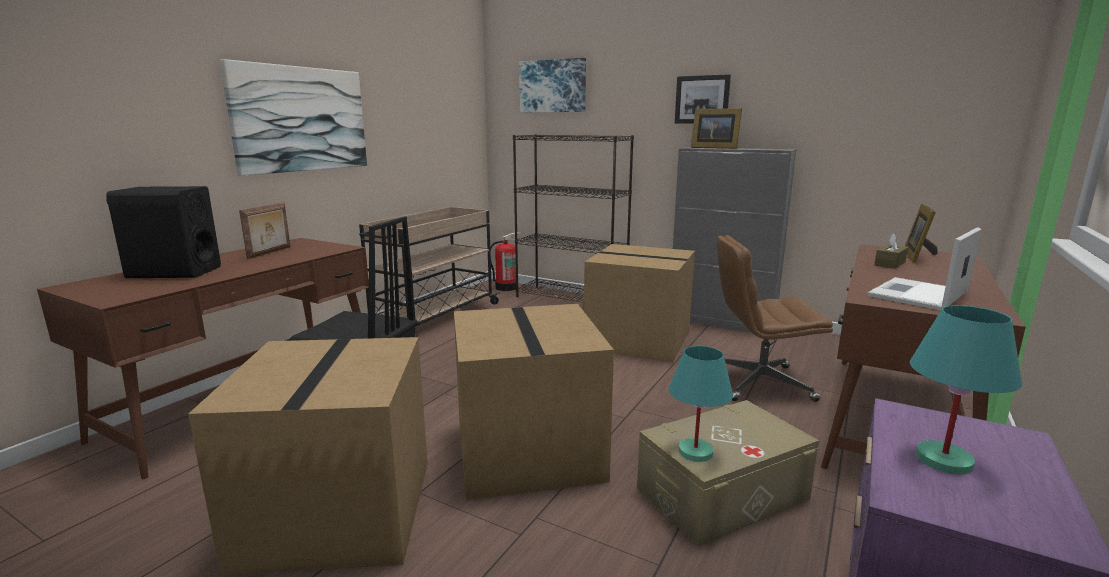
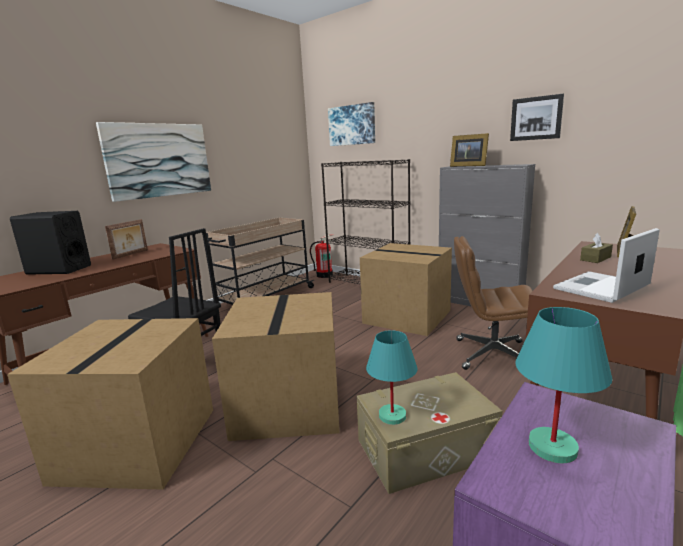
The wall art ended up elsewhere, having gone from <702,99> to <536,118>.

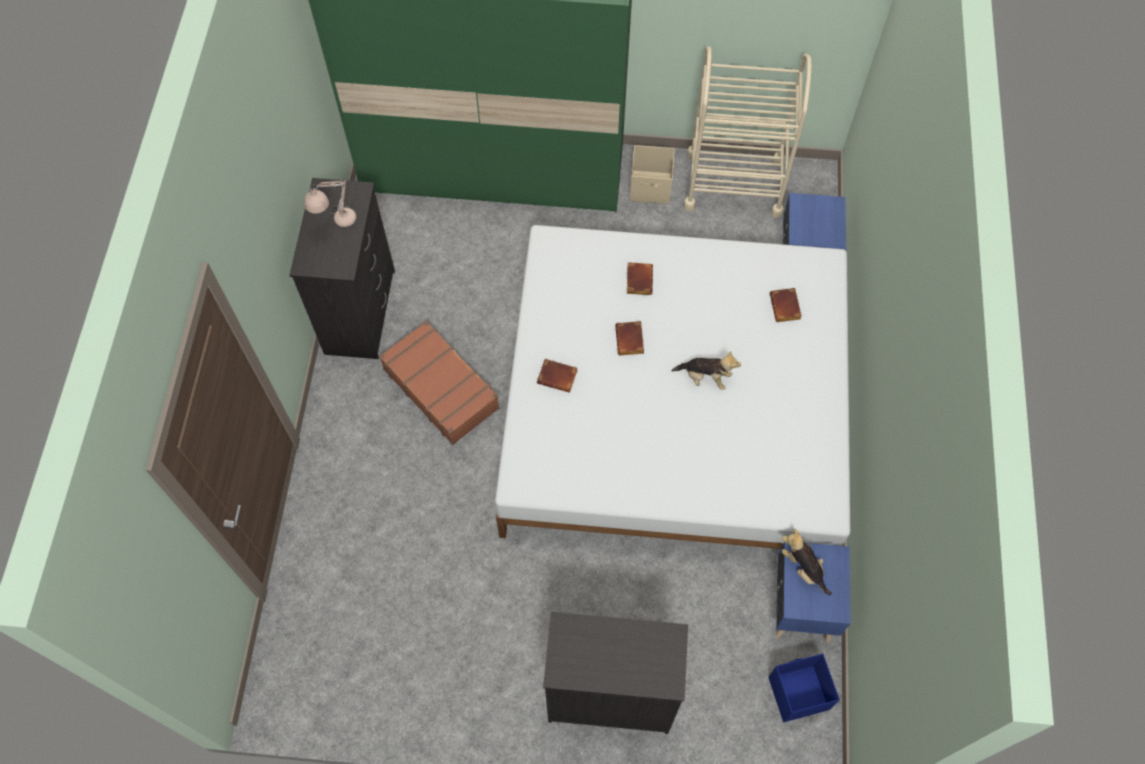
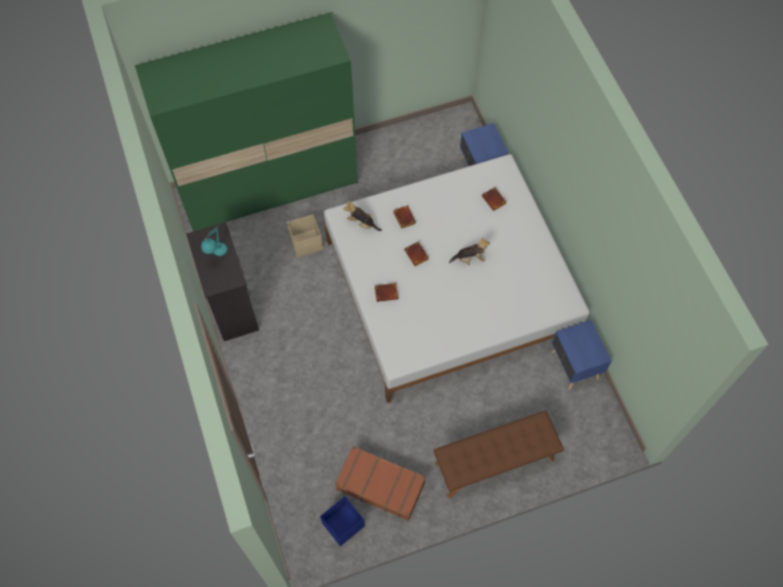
What was the beige-coloured table lamp at <336,225> turned into the blue-green table lamp at <217,256>. The brownish piece of luggage ended up elsewhere, having gone from <441,388> to <380,485>. Where the blackish dresser stood at <609,695>, the brownish bench came to stand at <494,462>. The beige-coloured storage container ended up elsewhere, having gone from <651,188> to <306,243>. The second view lost the beige-coloured cart at <733,183>. The blue storage container ended up elsewhere, having gone from <797,693> to <342,525>. The plush toy ended up elsewhere, having gone from <803,568> to <362,223>.

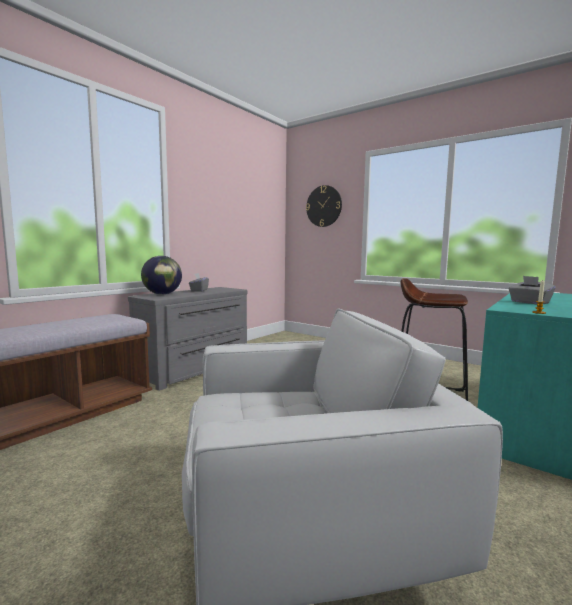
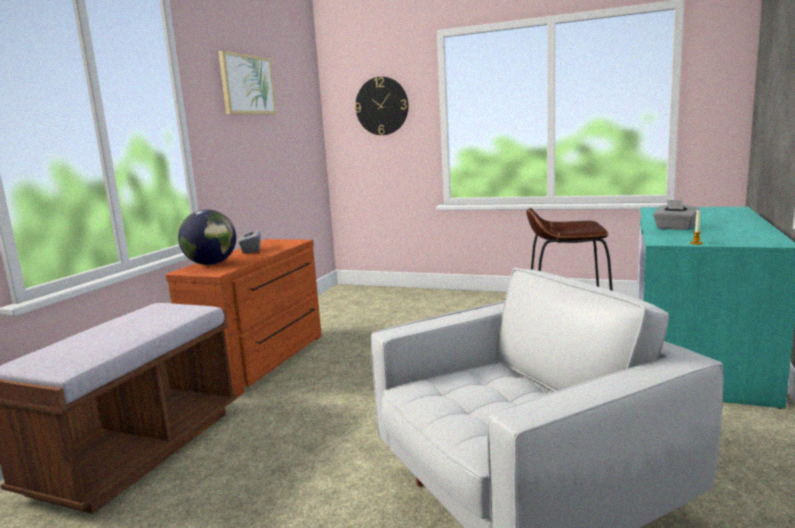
What was the grey dresser at <196,370> turned into the brownish dresser at <263,361>. The second view gained the wall art at <247,85>.

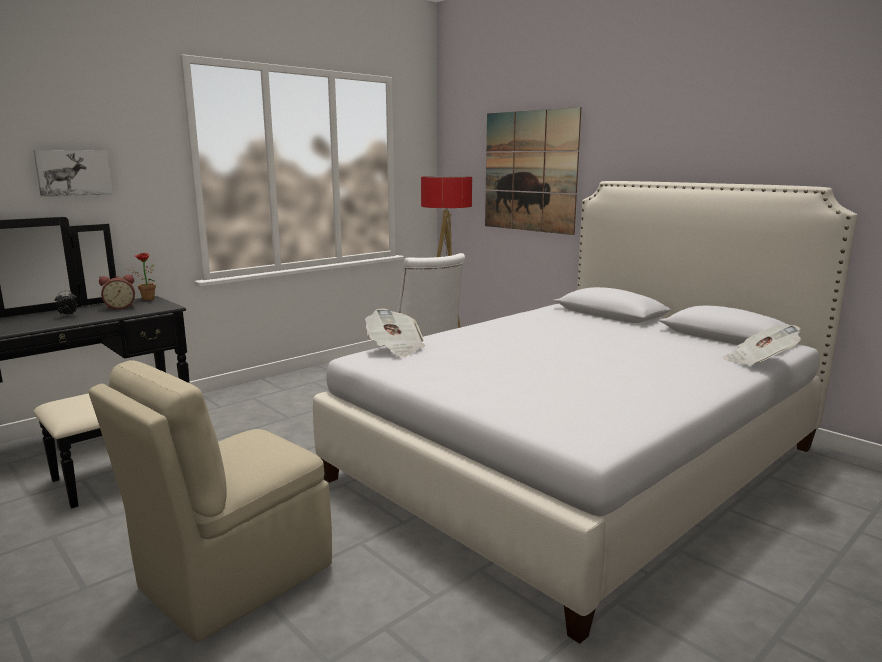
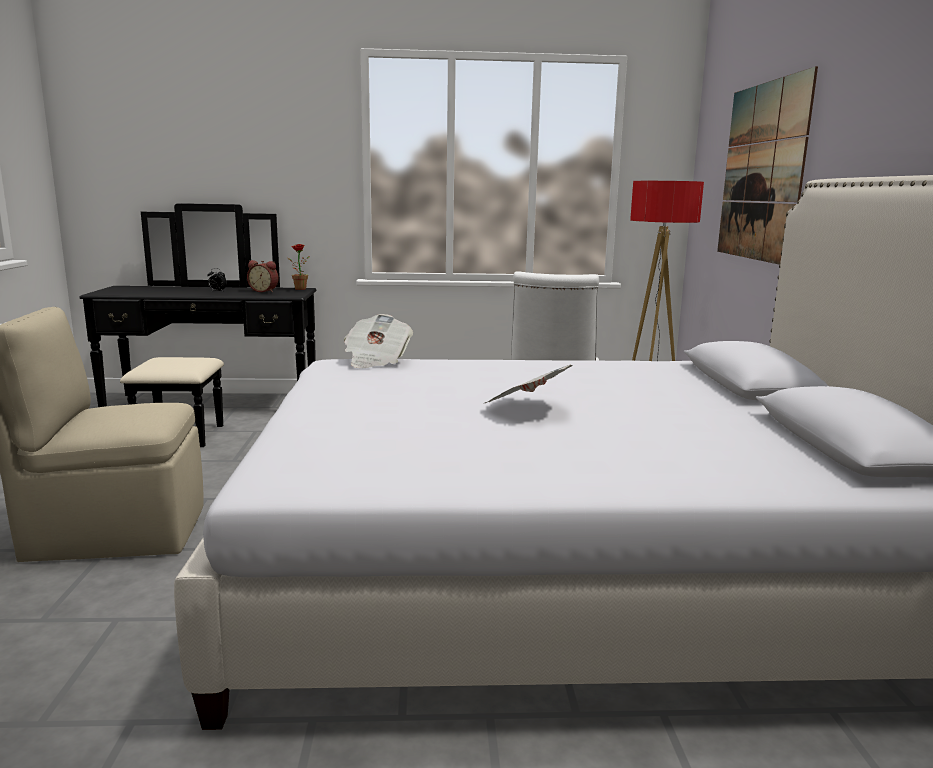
The second view lost the wall art at <73,173>. The newspaper ended up elsewhere, having gone from <759,362> to <526,407>.

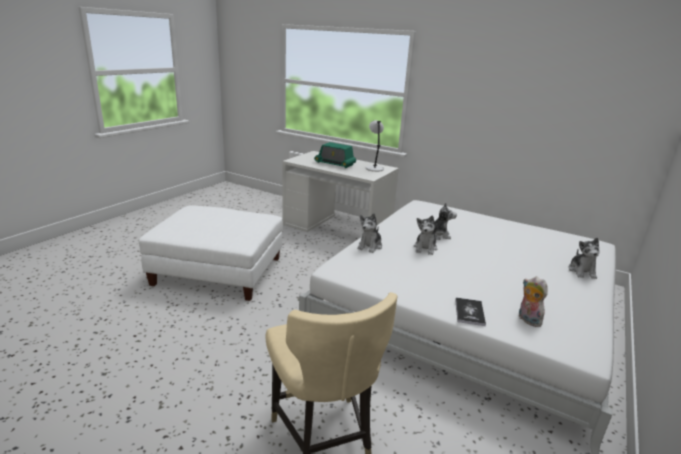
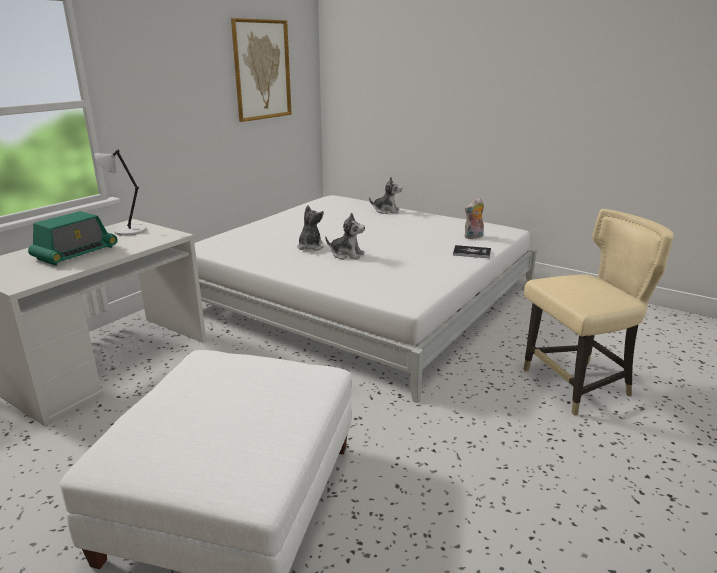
The second view lost the plush toy at <370,246>. The second view gained the wall art at <261,70>.

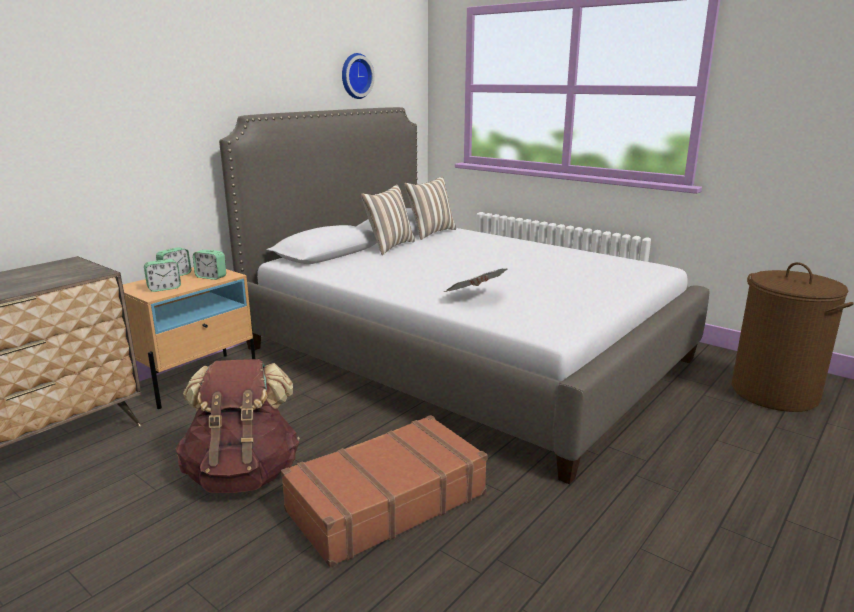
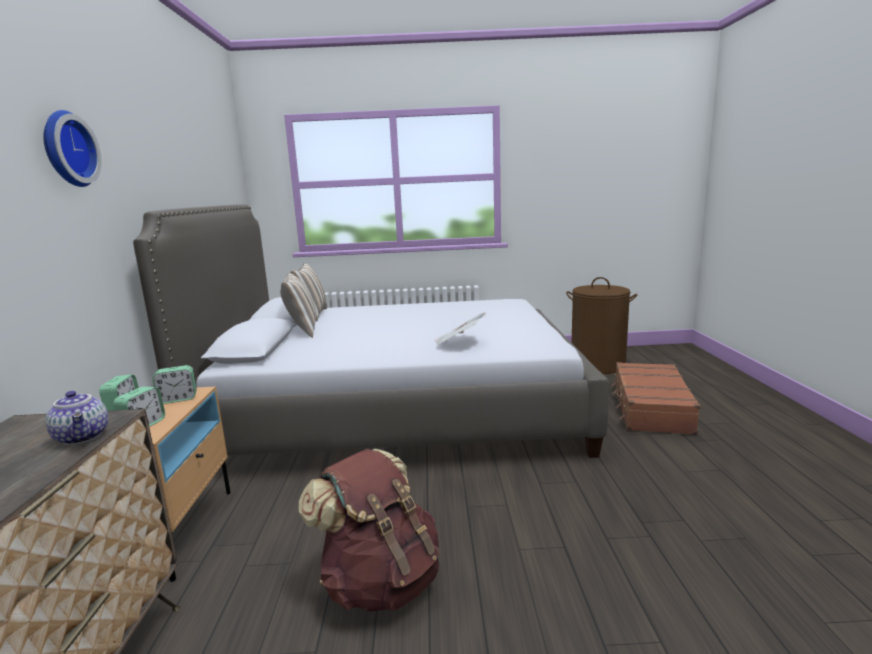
The brownish piece of luggage ended up elsewhere, having gone from <385,502> to <650,408>. The wall clock ended up elsewhere, having gone from <355,76> to <66,149>. The second view gained the tea pot at <83,437>.

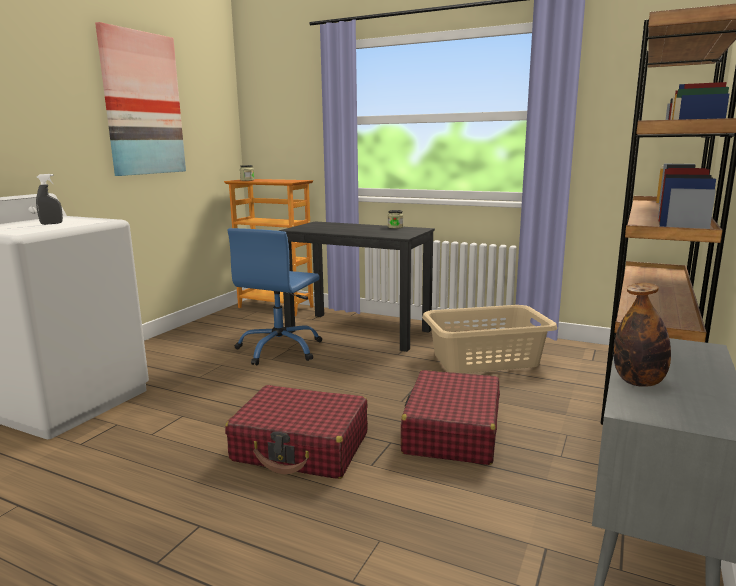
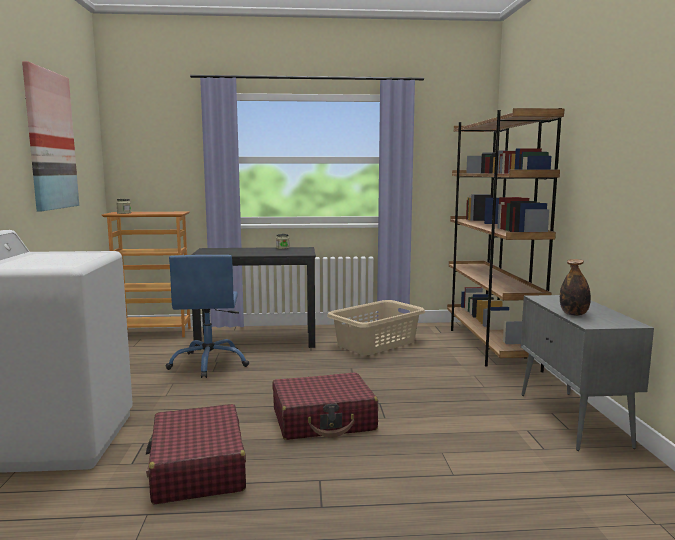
The second view lost the grey sprayer at <51,224>. The red piece of luggage ended up elsewhere, having gone from <452,431> to <198,468>.

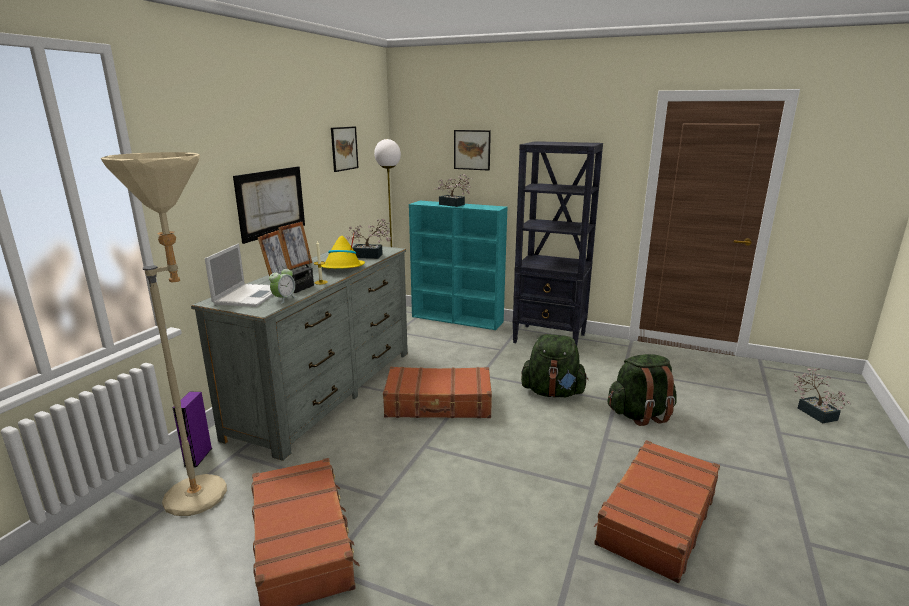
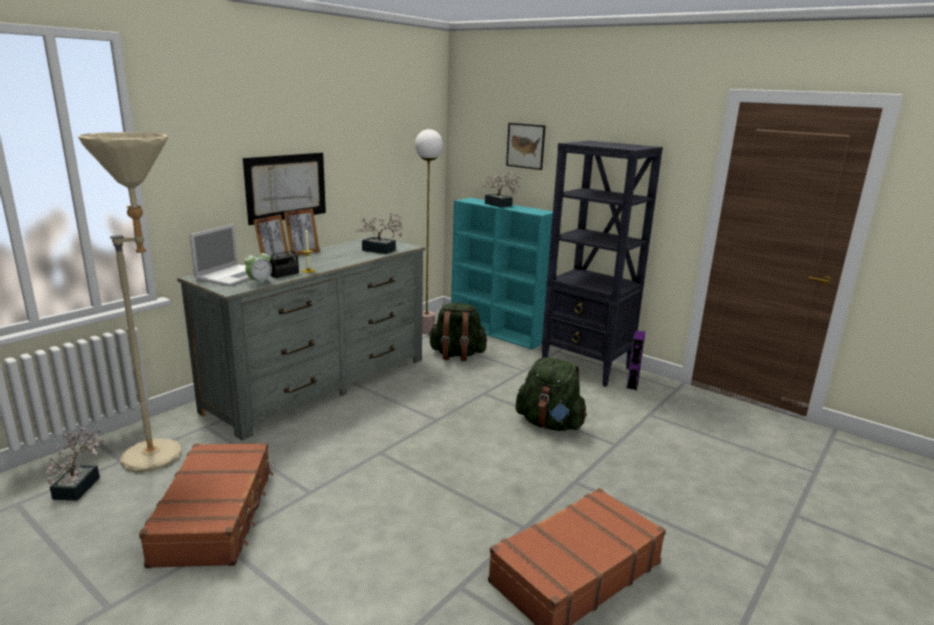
The purple-coloured loudspeaker ended up elsewhere, having gone from <198,457> to <632,384>. The second view lost the yellow hat at <342,268>. The second view lost the wall art at <344,148>. The second view lost the brownish piece of luggage at <439,404>. The greenish backpack ended up elsewhere, having gone from <640,414> to <457,355>. The houseplant ended up elsewhere, having gone from <814,412> to <80,485>.

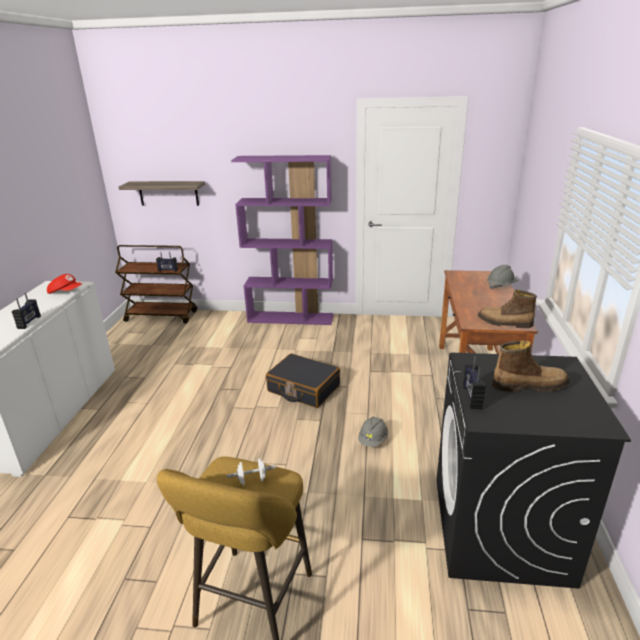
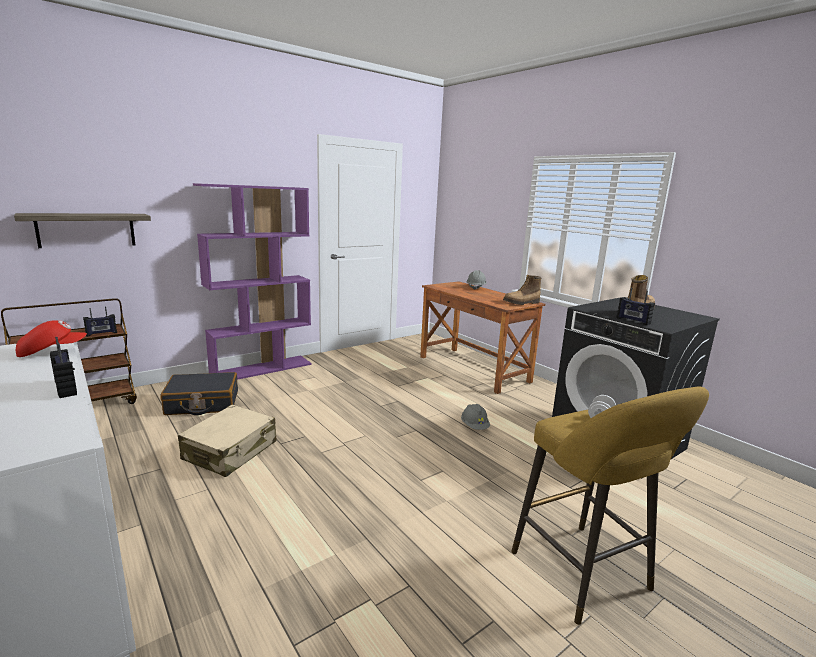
The blackish piece of luggage ended up elsewhere, having gone from <303,388> to <202,403>. The second view gained the beige-coloured piece of luggage at <230,451>.

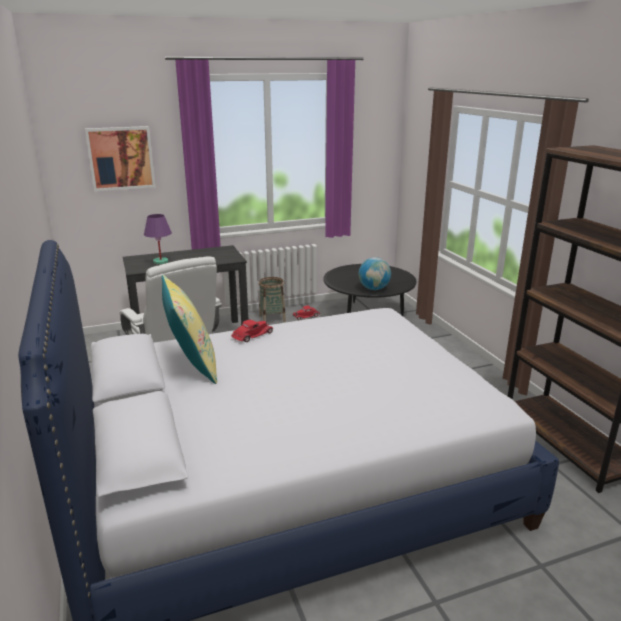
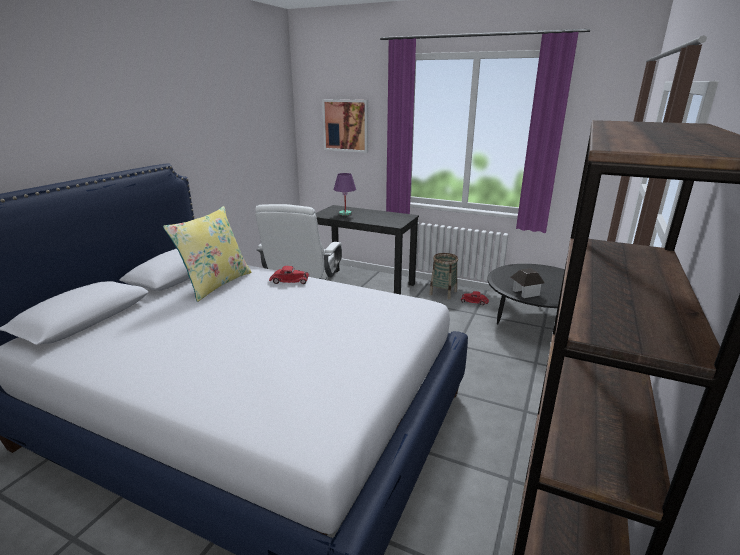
Where the world globe stood at <374,289>, the model house came to stand at <525,292>.

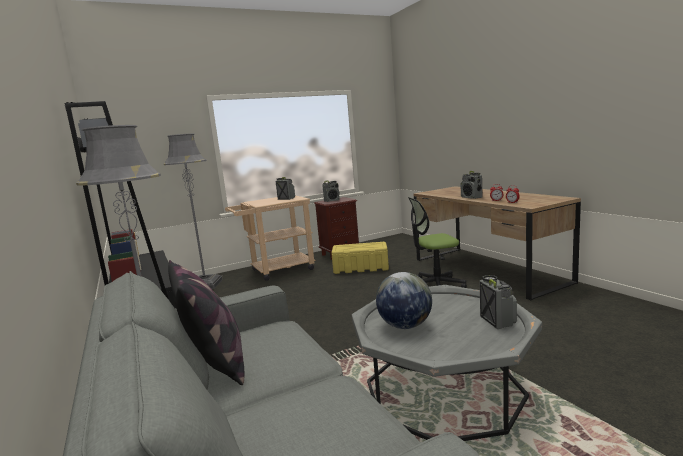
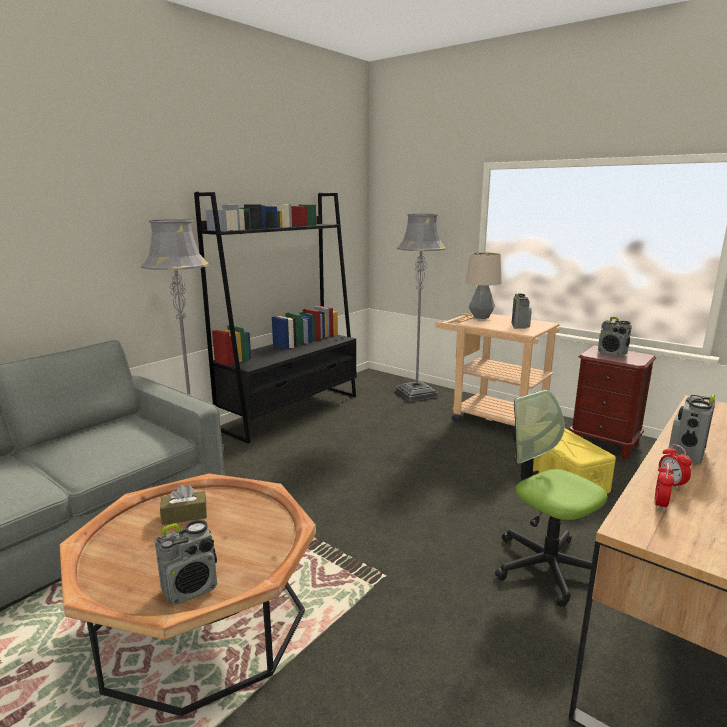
The second view lost the pillow at <215,363>. What was the grey coffee table at <443,390> turned into the brownish coffee table at <201,622>. Where the world globe stood at <405,326>, the brownish tissue holder came to stand at <184,515>. The second view gained the table lamp at <480,317>.

